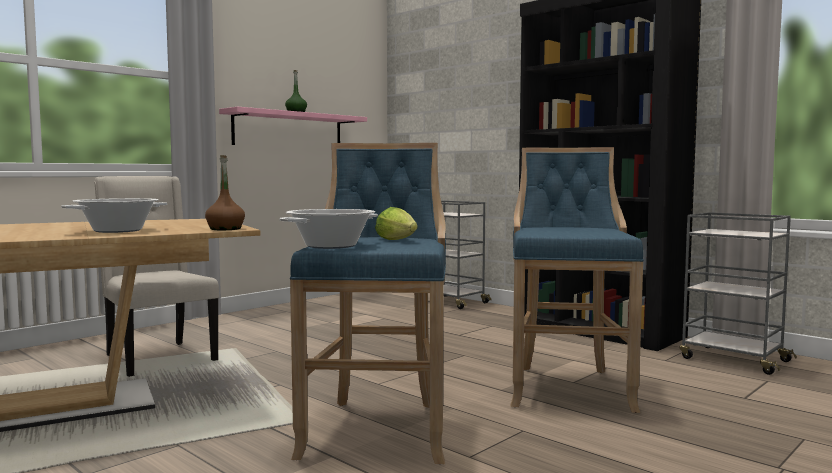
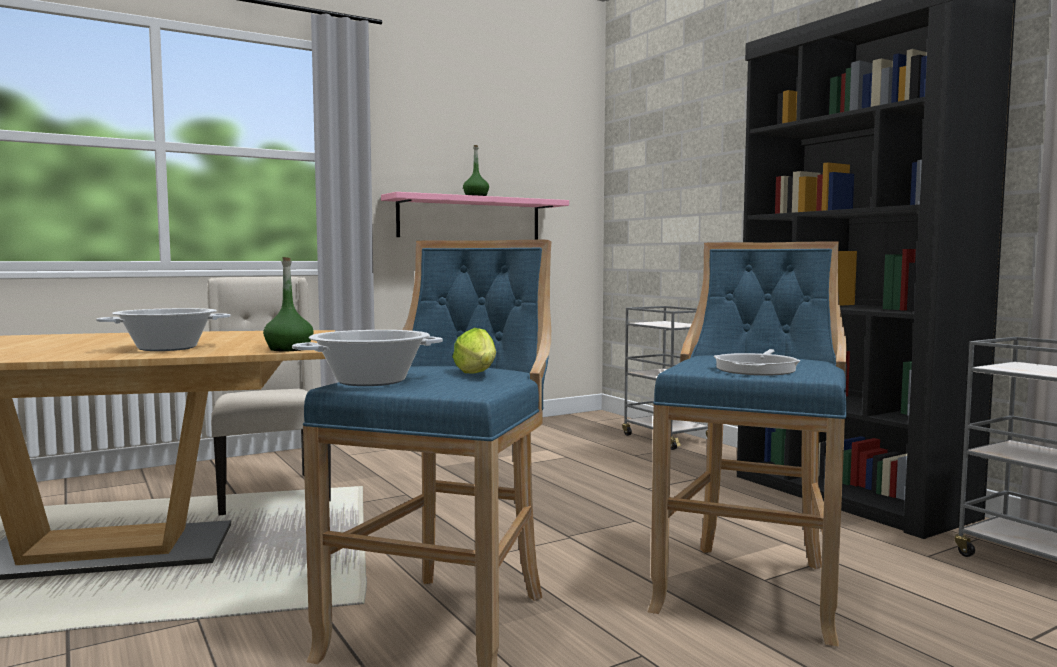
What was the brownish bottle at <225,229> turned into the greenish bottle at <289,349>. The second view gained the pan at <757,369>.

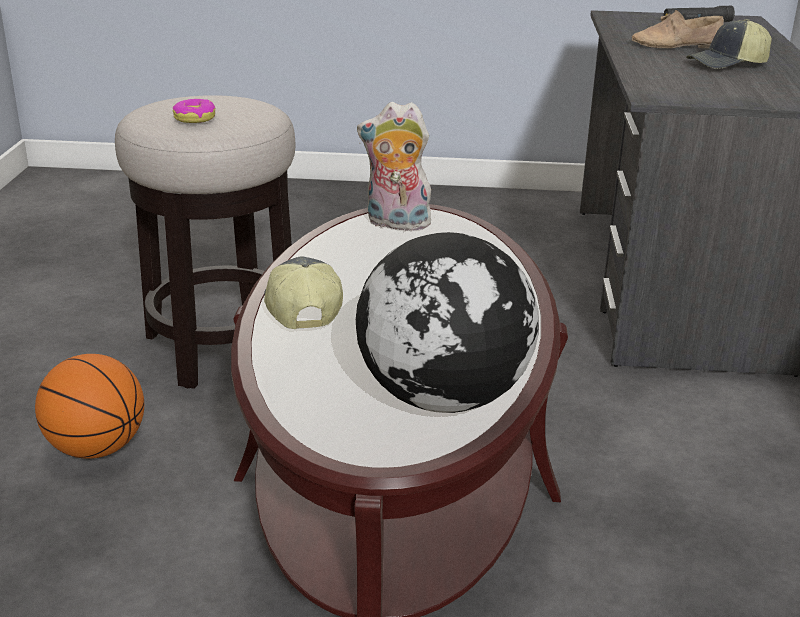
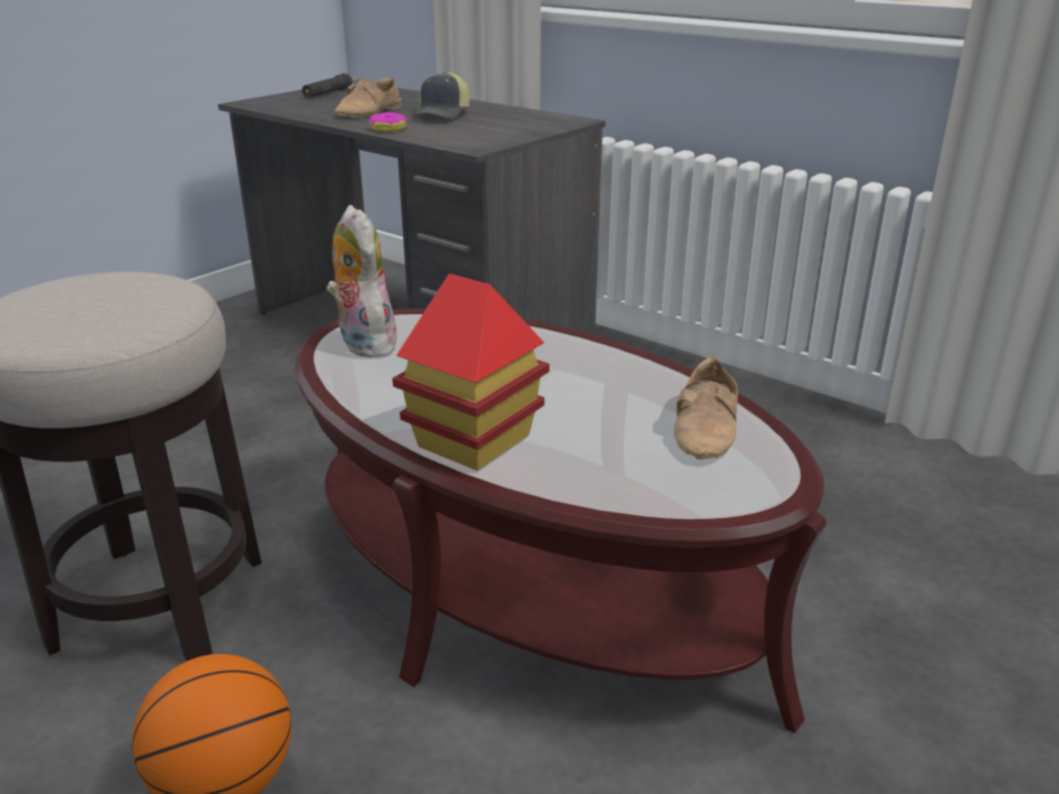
The ring doughnut ended up elsewhere, having gone from <195,118> to <388,129>. Where the peaked cap stood at <301,308>, the model house came to stand at <474,441>. Where the world globe stood at <445,398>, the beige-coloured item of footwear came to stand at <710,428>. The plush toy at <395,224> ended up facing another way, 105 degrees clockwise from before.

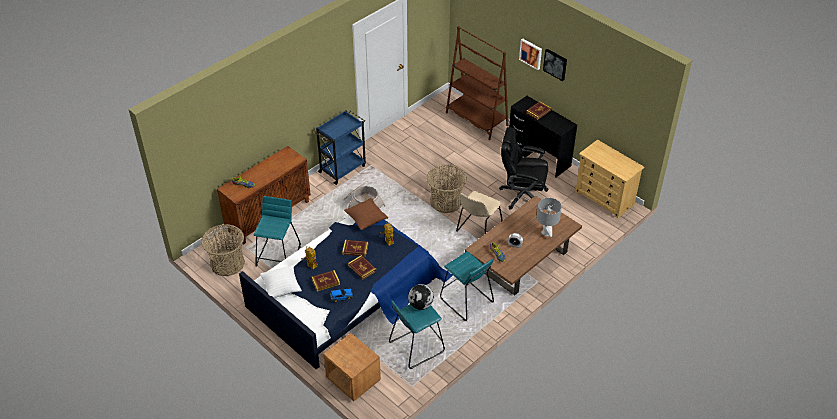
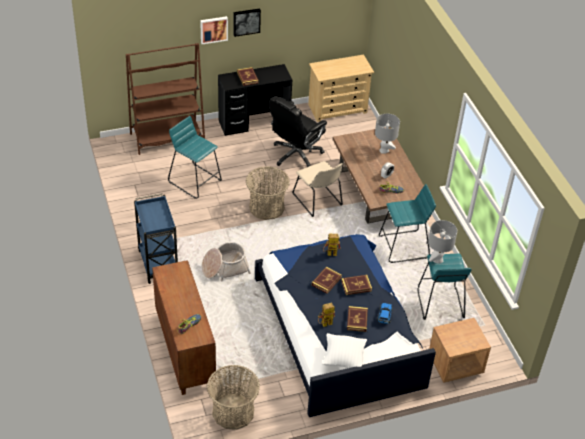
The blue-green stool ended up elsewhere, having gone from <278,256> to <195,181>. The second view lost the brownish pillow at <366,220>. Where the world globe stood at <421,305>, the grey table lamp came to stand at <437,259>.

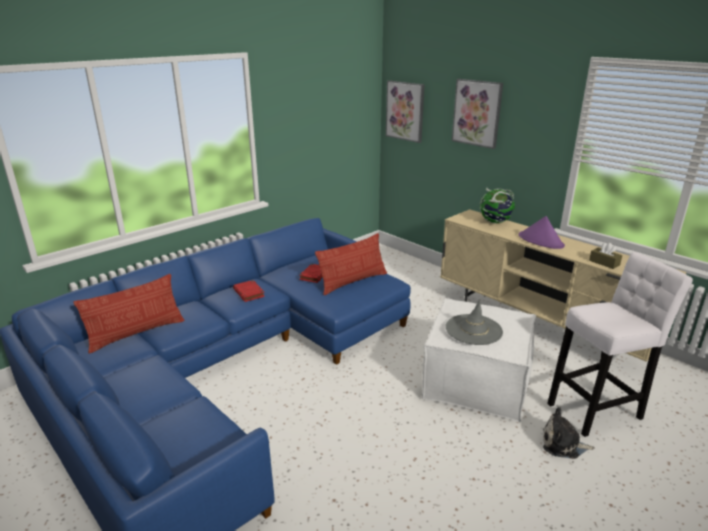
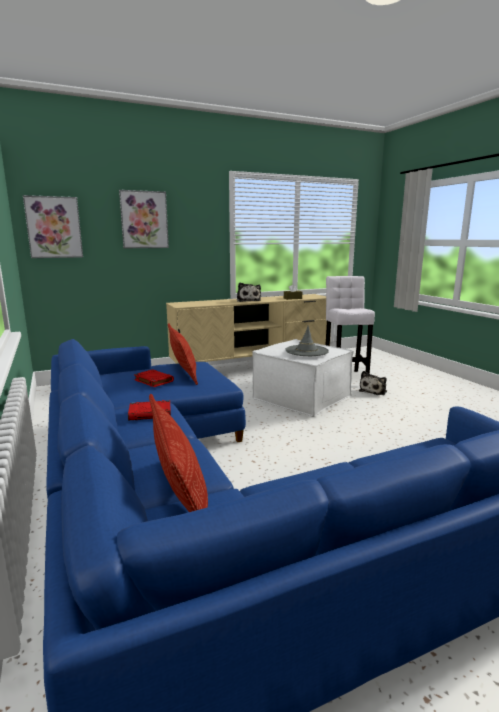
The second view lost the world globe at <495,222>. Where the purple-coloured hat stood at <541,241>, the plush toy came to stand at <248,300>.

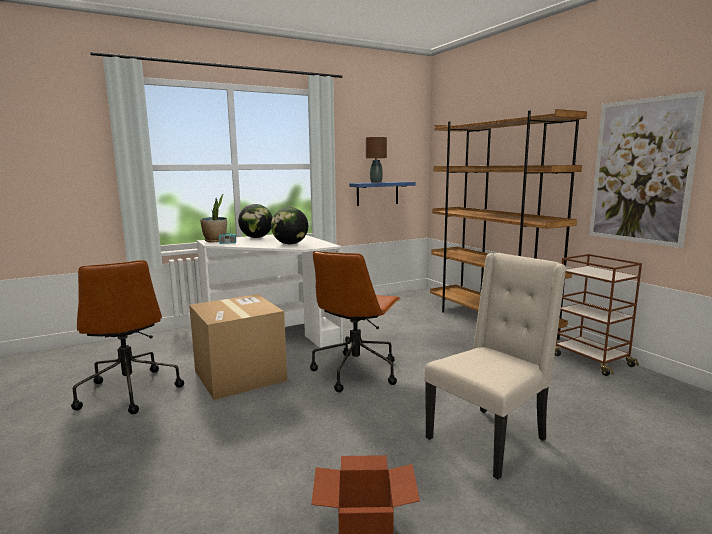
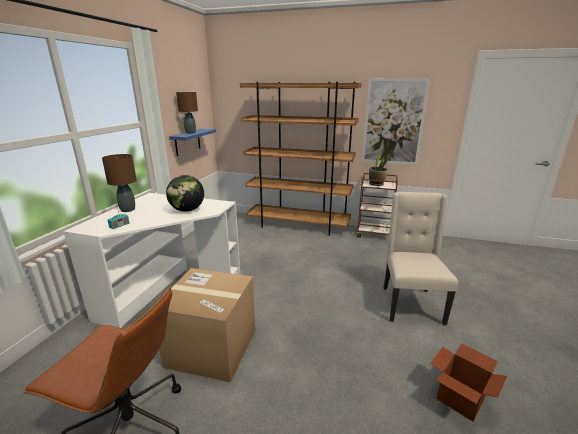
The houseplant ended up elsewhere, having gone from <215,241> to <376,184>. Where the world globe stood at <256,237>, the brownish table lamp came to stand at <128,209>. The second view lost the brownish office chair at <356,371>.

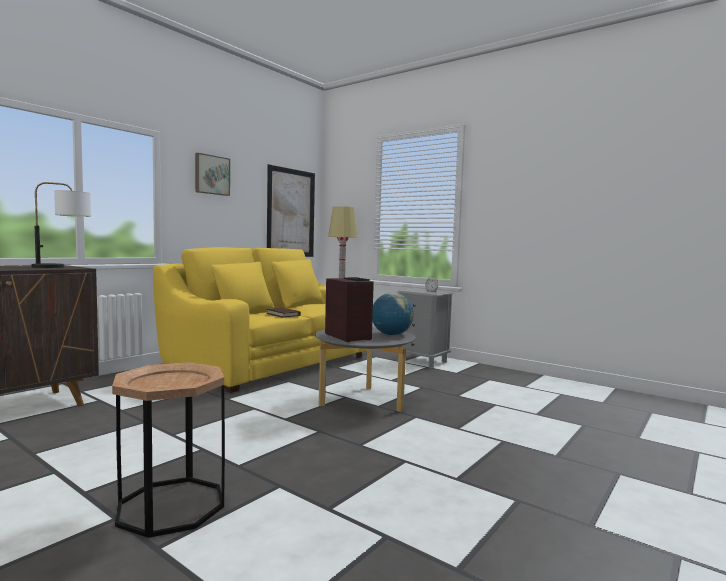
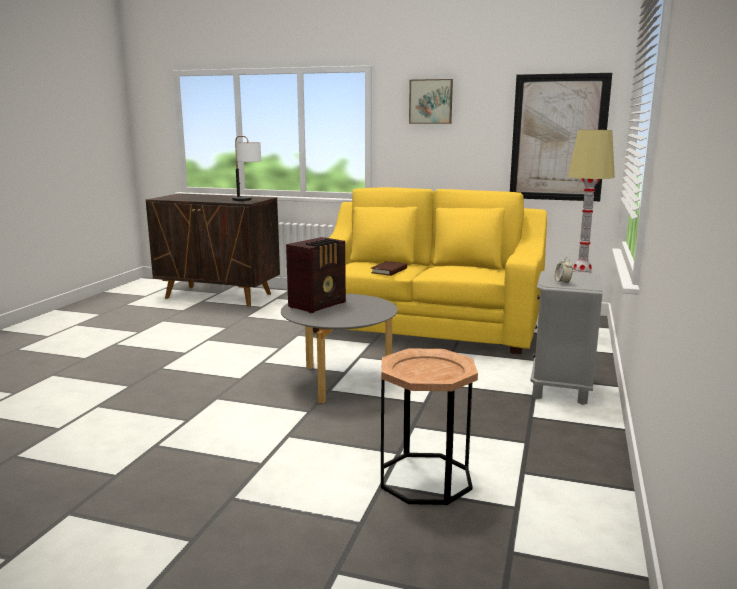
The brownish end table ended up elsewhere, having gone from <171,505> to <425,478>. The second view lost the world globe at <391,335>.

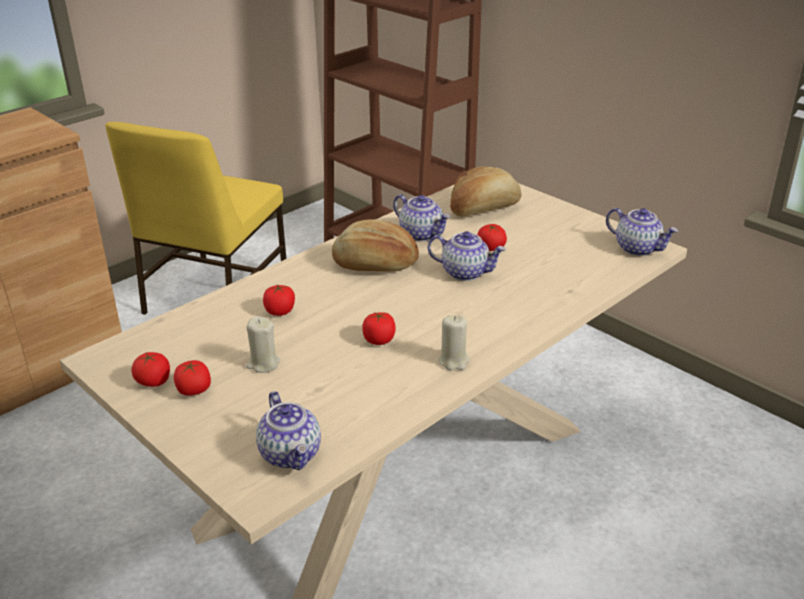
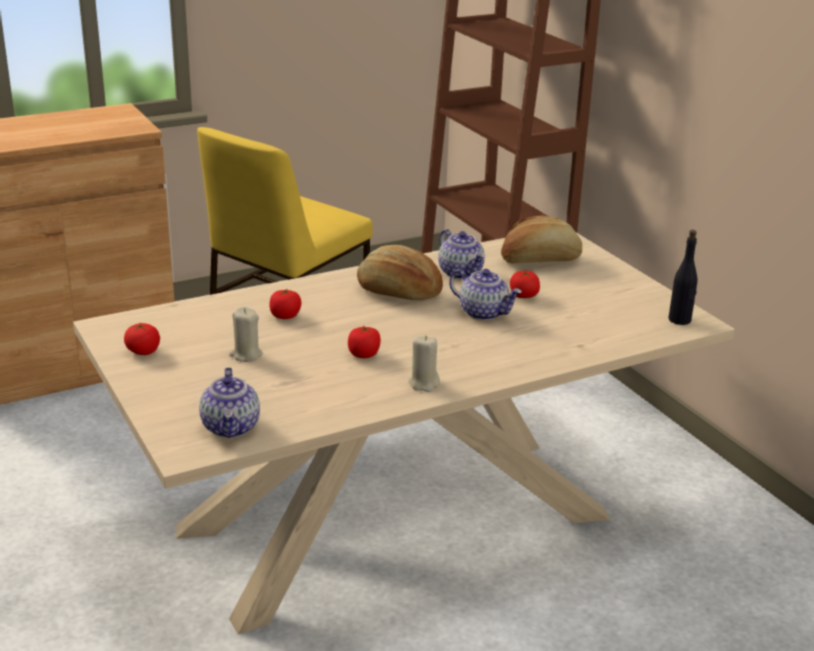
The second view lost the fresh tomato at <194,390>. Where the tea pot stood at <638,248>, the blackish bottle came to stand at <680,320>.

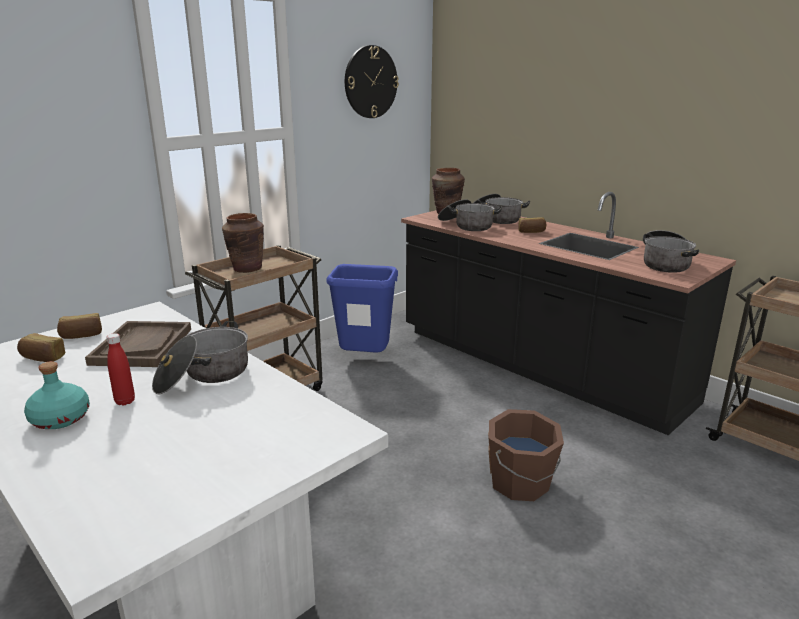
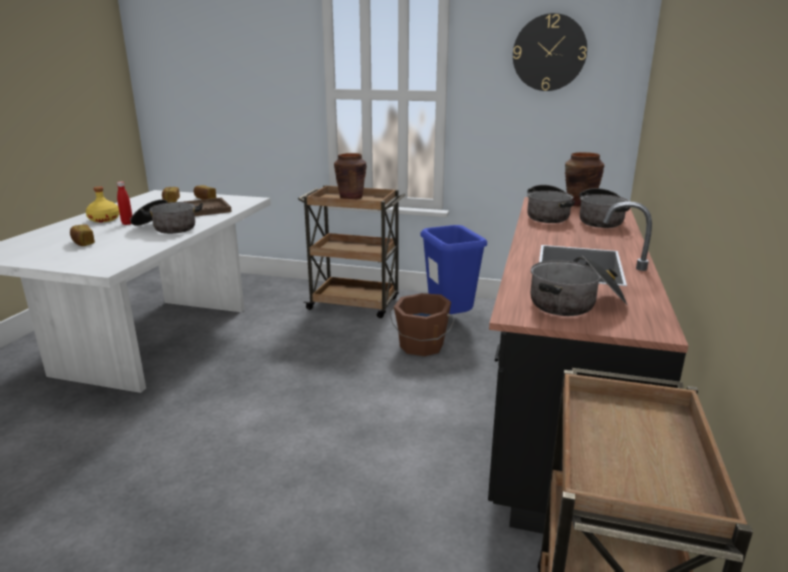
What was the blue-green bottle at <61,419> turned into the yellow bottle at <104,219>. The brownish bucket ended up elsewhere, having gone from <521,483> to <421,346>. The bread ended up elsewhere, having gone from <531,232> to <82,243>.

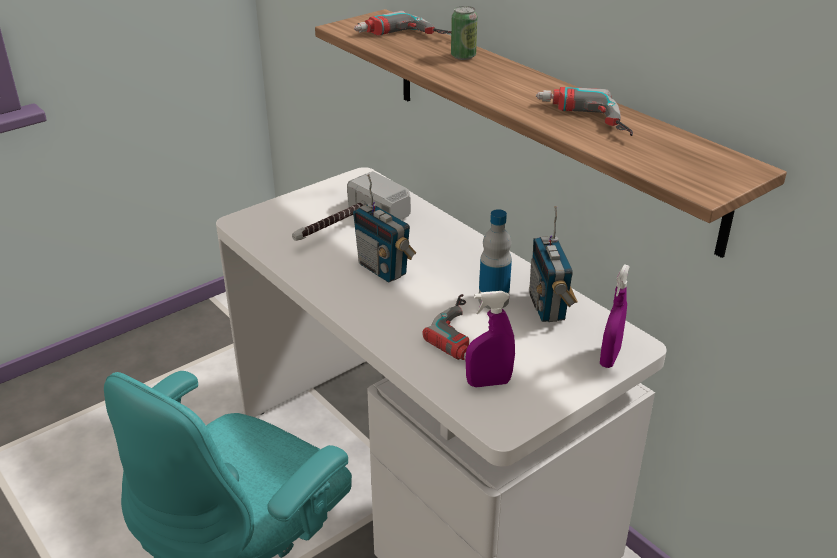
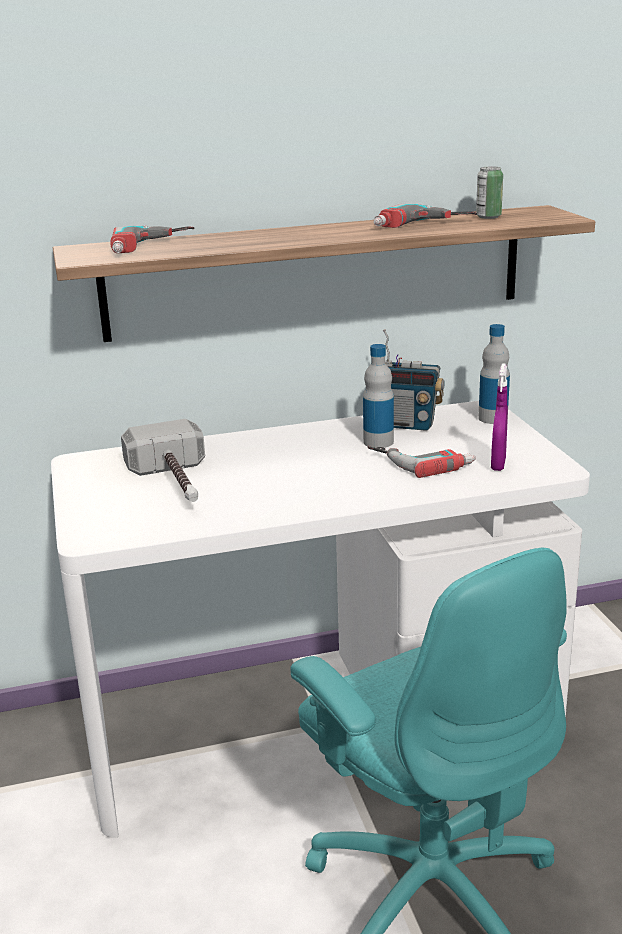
The second view lost the radio at <383,269>. The metal can ended up elsewhere, having gone from <463,56> to <488,217>. Where the purple-coloured sprayer stood at <610,358>, the bottle came to stand at <492,418>.

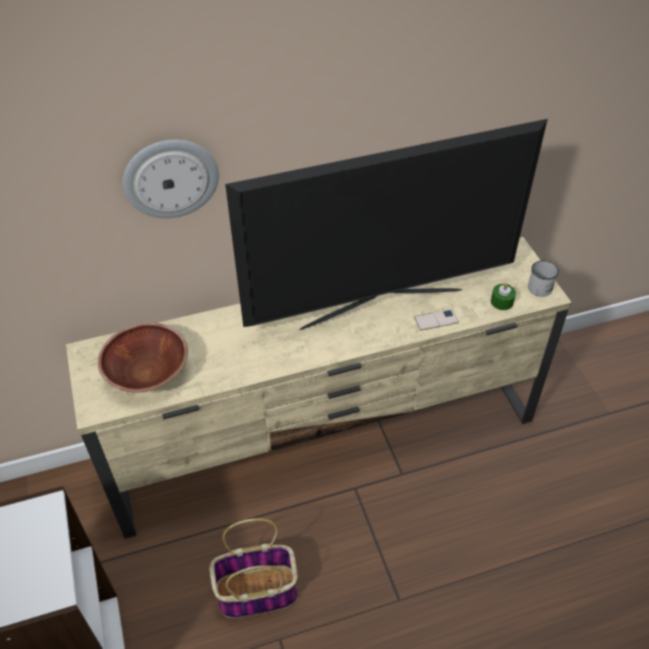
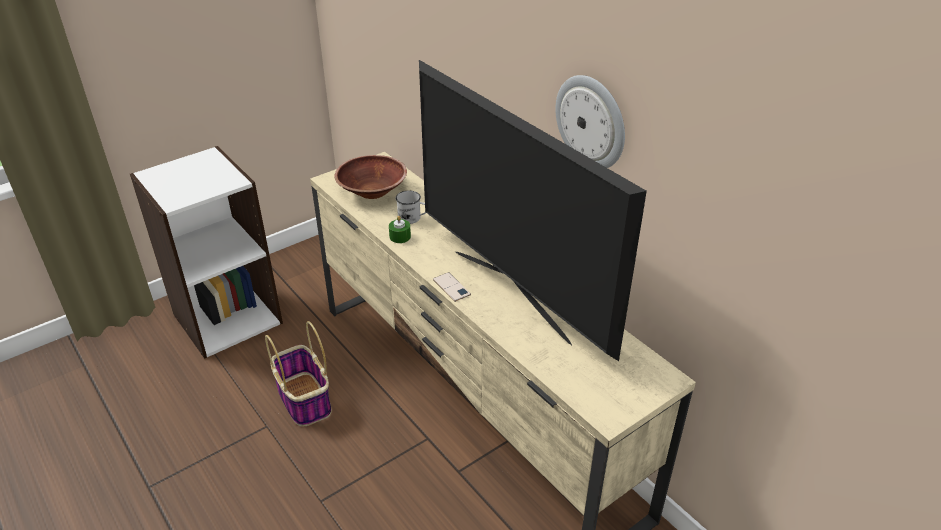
The wall clock ended up elsewhere, having gone from <170,178> to <591,122>. The telephone ended up elsewhere, having gone from <436,320> to <451,287>. The greenish candle ended up elsewhere, having gone from <502,302> to <400,236>. The whitish mug ended up elsewhere, having gone from <541,286> to <413,218>.

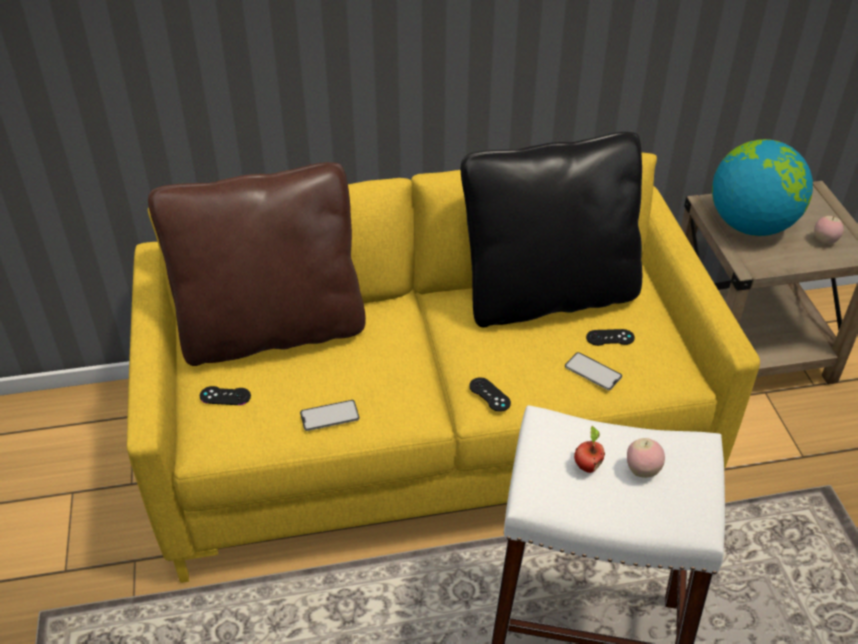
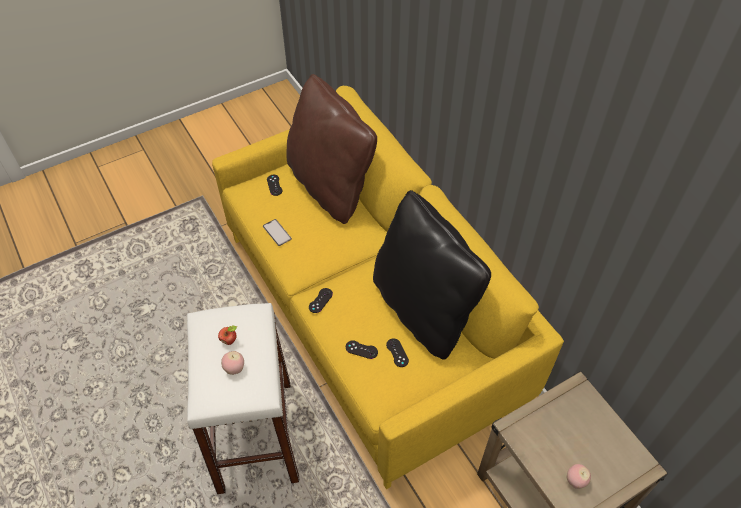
Where the telephone stood at <593,371>, the blackish game controller came to stand at <361,349>. The second view lost the world globe at <751,225>.

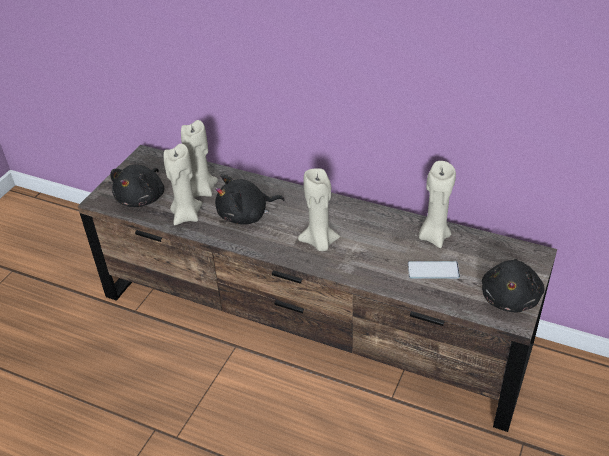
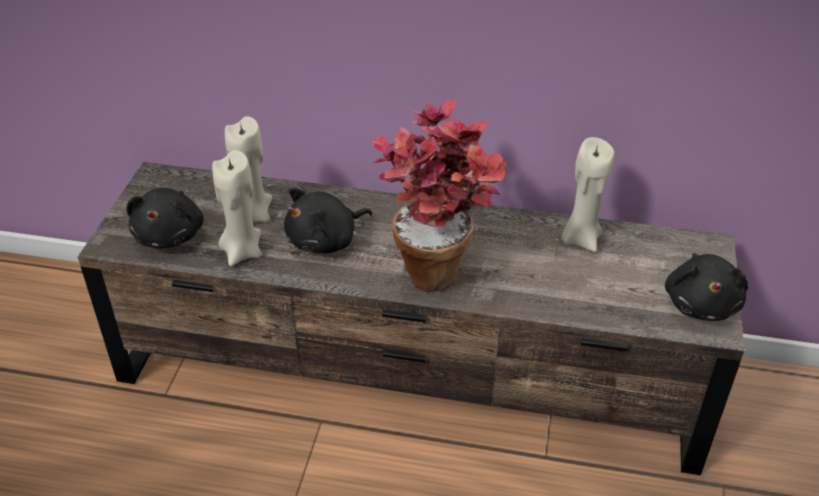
Where the beige-coloured candle stood at <319,242>, the houseplant came to stand at <437,265>. The second view lost the telephone at <433,270>.

